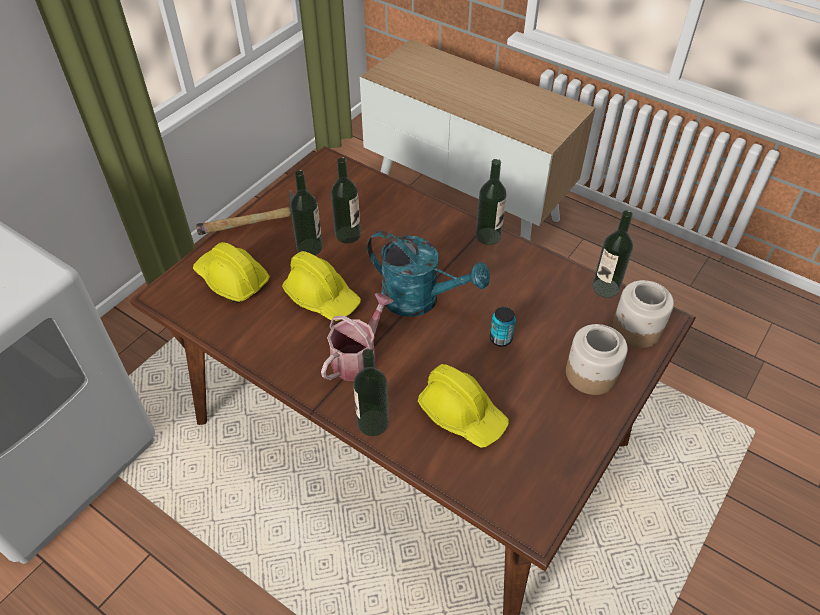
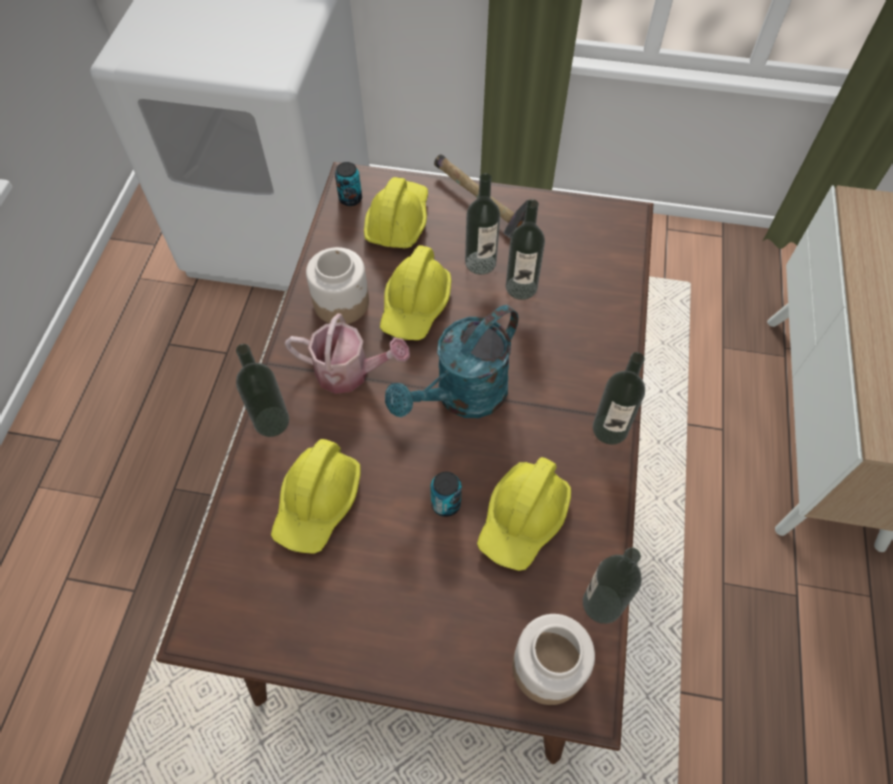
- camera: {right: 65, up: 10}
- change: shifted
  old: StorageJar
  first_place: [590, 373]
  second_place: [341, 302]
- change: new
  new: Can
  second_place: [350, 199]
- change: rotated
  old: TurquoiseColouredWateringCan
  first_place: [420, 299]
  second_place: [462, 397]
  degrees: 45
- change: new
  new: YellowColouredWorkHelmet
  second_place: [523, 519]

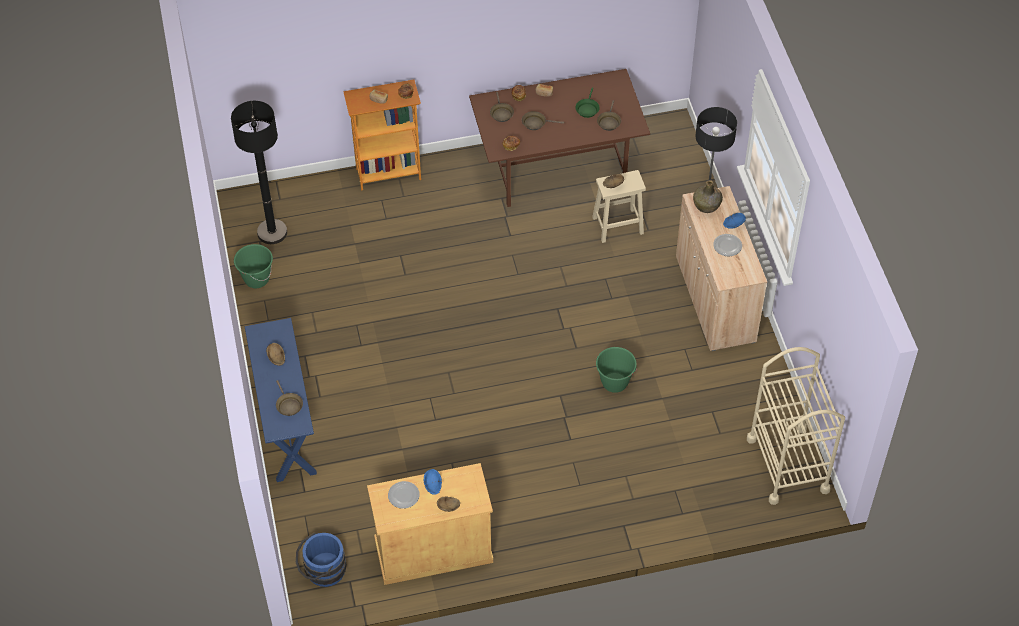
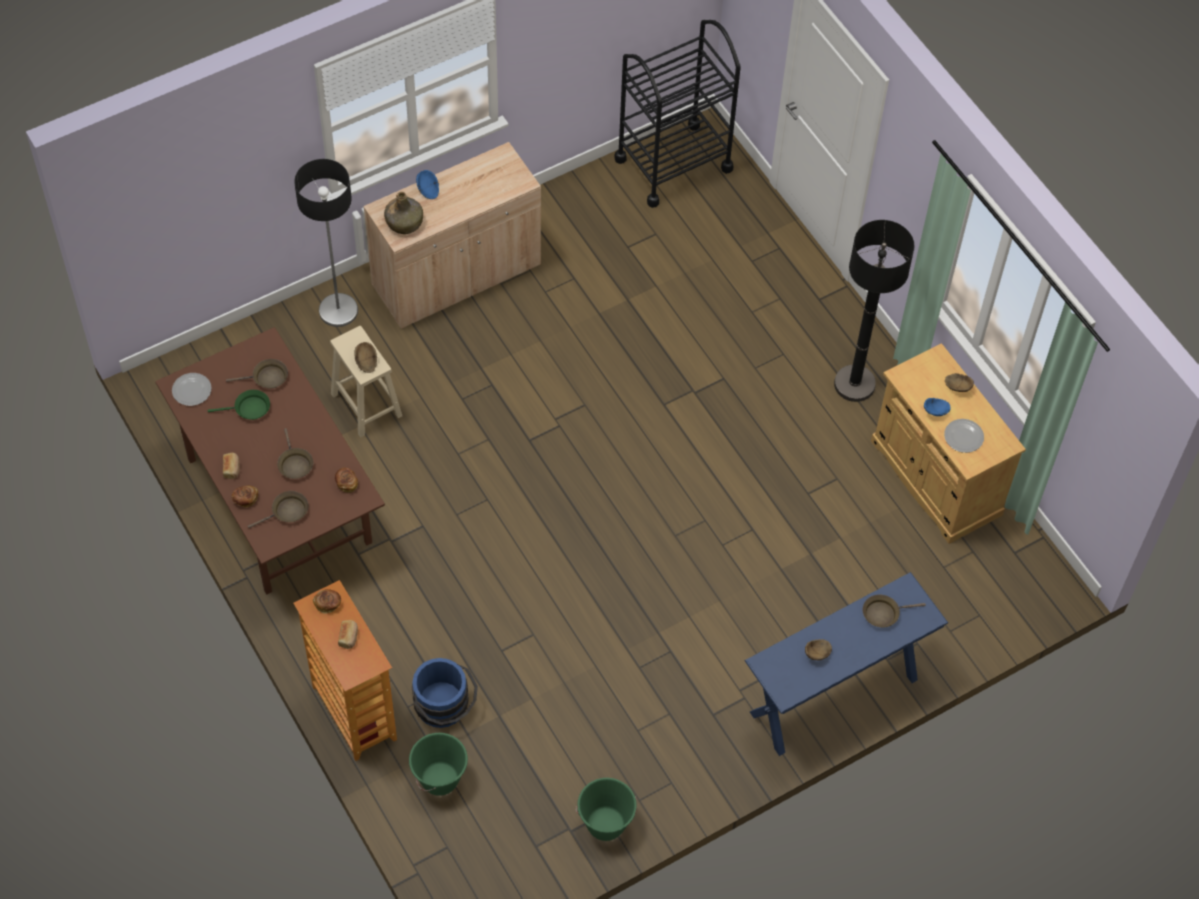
- camera: {right: -110, up: 5}
- change: shifted
  old: DinnerPlate
  first_place: [727, 246]
  second_place: [192, 391]
- change: shifted
  old: GreenPail
  first_place: [614, 382]
  second_place: [440, 779]
- change: shifted
  old: BlueColouredPail
  first_place: [322, 571]
  second_place: [444, 709]
- change: repainted
  old: BeigeTrolley
  new: BlackColouredTrolley
  first_place: [787, 464]
  second_place: [673, 164]
- change: shifted
  old: BlackColouredStandingLamp
  first_place: [272, 232]
  second_place: [854, 384]
- change: rotated
  old: BrownColouredFryingPan
  first_place: [288, 405]
  second_place: [883, 613]
  degrees: -150

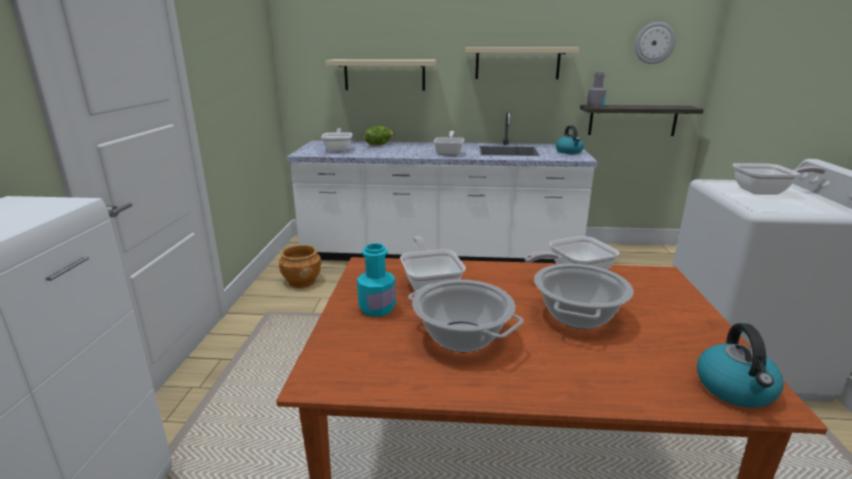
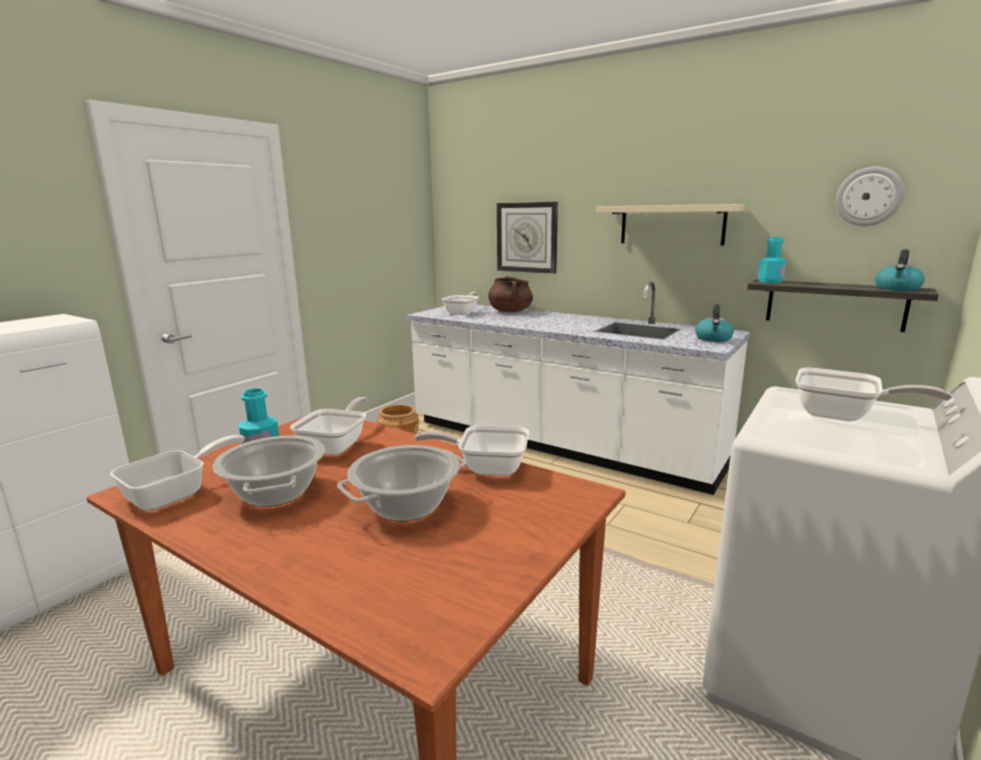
- camera: {right: 30, up: -5}
- change: shifted
  old: FryingPan
  first_place: [449, 152]
  second_place: [176, 493]
- change: swapped
  old: Lettuce
  new: BrownColouredCookingPot
  first_place: [379, 144]
  second_place: [510, 311]
- change: swapped
  old: BeigeShelf
  new: ClockOnTheWall
  first_place: [384, 75]
  second_place: [527, 237]
- change: repainted
  old: GreyBottle
  new: TurquoiseColouredBottle
  first_place: [595, 106]
  second_place: [770, 281]
- change: shifted
  old: WaterKettle
  first_place: [735, 389]
  second_place: [897, 288]

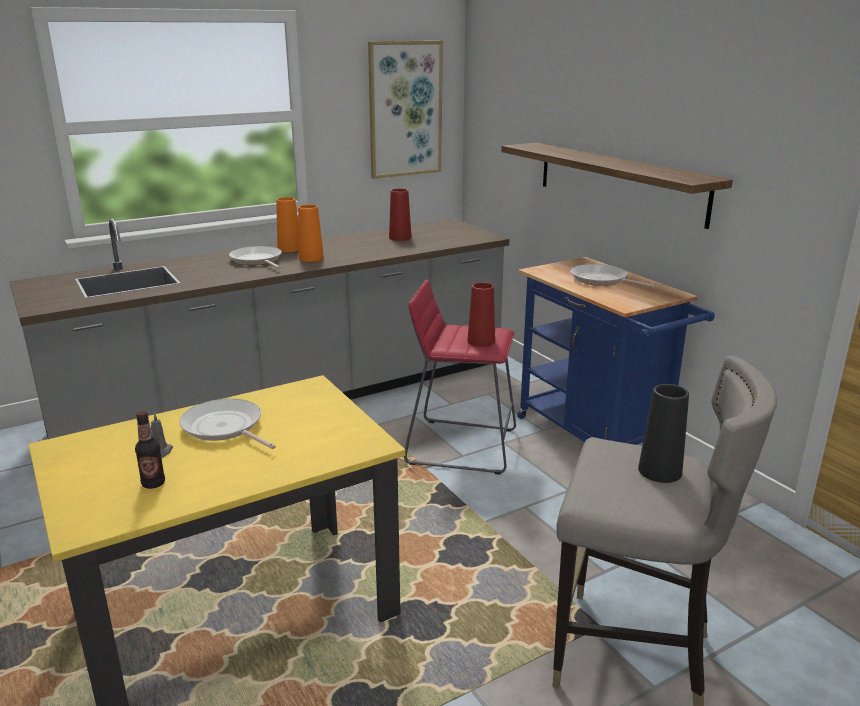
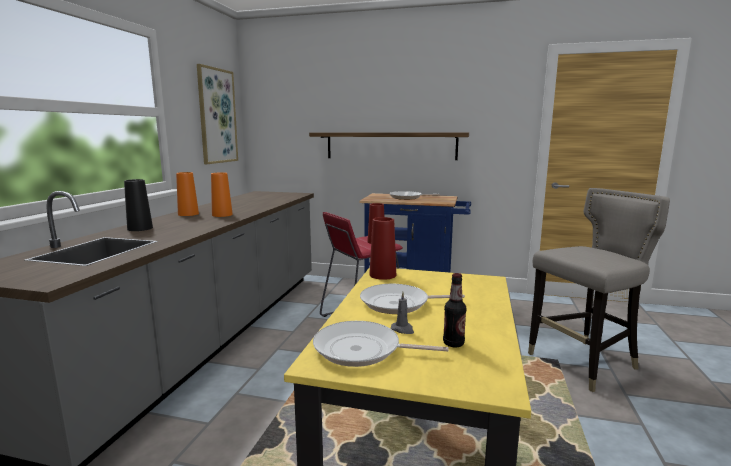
- camera: {right: -45, up: -10}
- change: shifted
  old: BlackColouredDecorativeVase
  first_place: [659, 471]
  second_place: [140, 228]
- change: shifted
  old: FryingPan
  first_place: [257, 260]
  second_place: [362, 350]
- change: shifted
  old: ReddishDecorativeVase
  first_place: [400, 237]
  second_place: [382, 275]

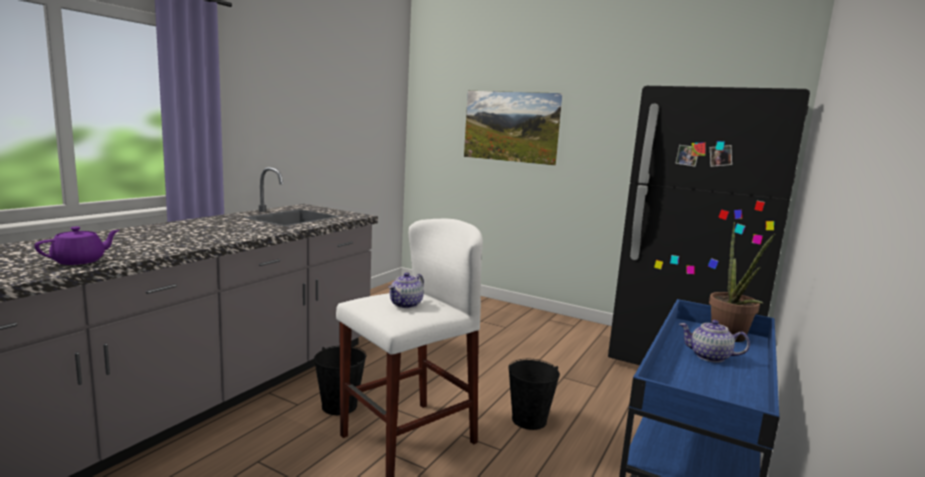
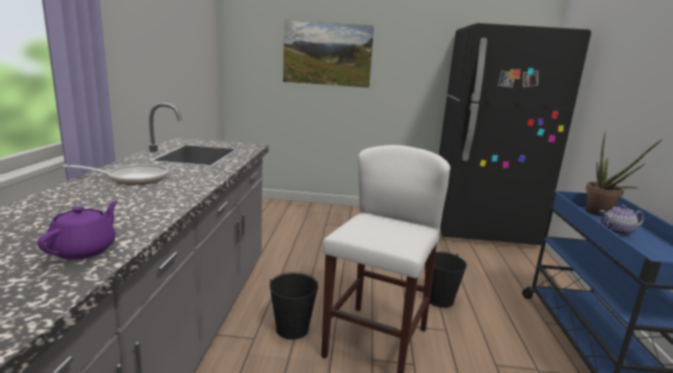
- camera: {right: -25, up: 5}
- change: new
  new: FryingPan
  second_place: [133, 179]
- change: gone
  old: PotForTea
  first_place: [406, 304]

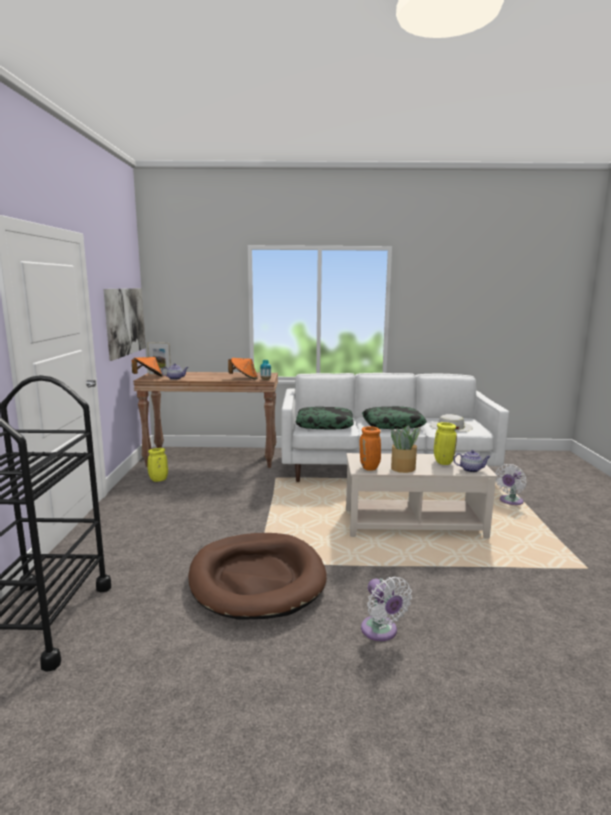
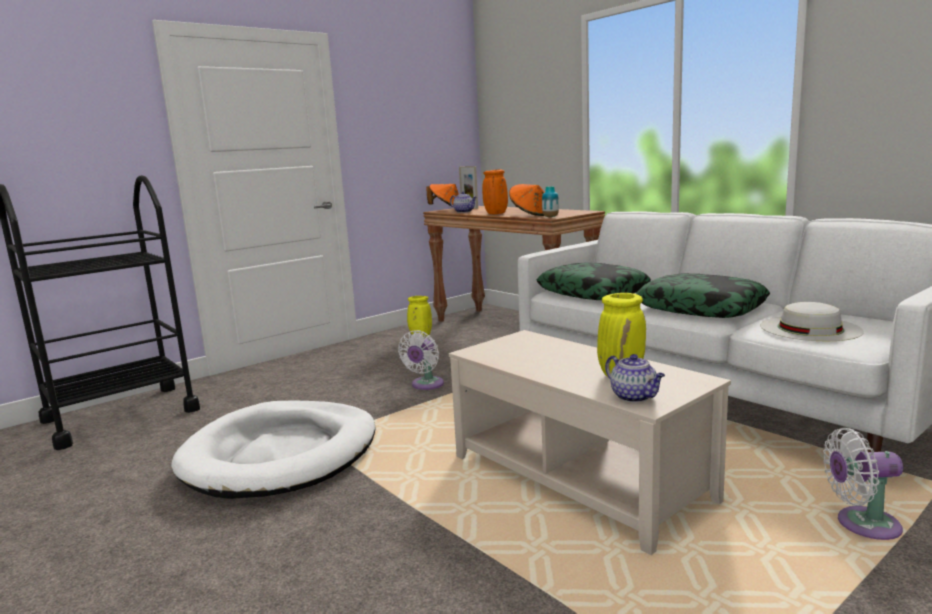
- camera: {right: 50, up: 0}
- change: repainted
  old: BrownColouredDogCushion
  new: WhiteDogCushion
  first_place: [257, 579]
  second_place: [281, 454]
- change: shifted
  old: WhiteElectricFan
  first_place: [381, 631]
  second_place: [425, 385]
- change: shifted
  old: OrangeyDecorativeVase
  first_place: [370, 468]
  second_place: [496, 214]
- change: gone
  old: Picture
  first_place: [125, 321]
- change: gone
  old: PottedPlant
  first_place: [403, 468]

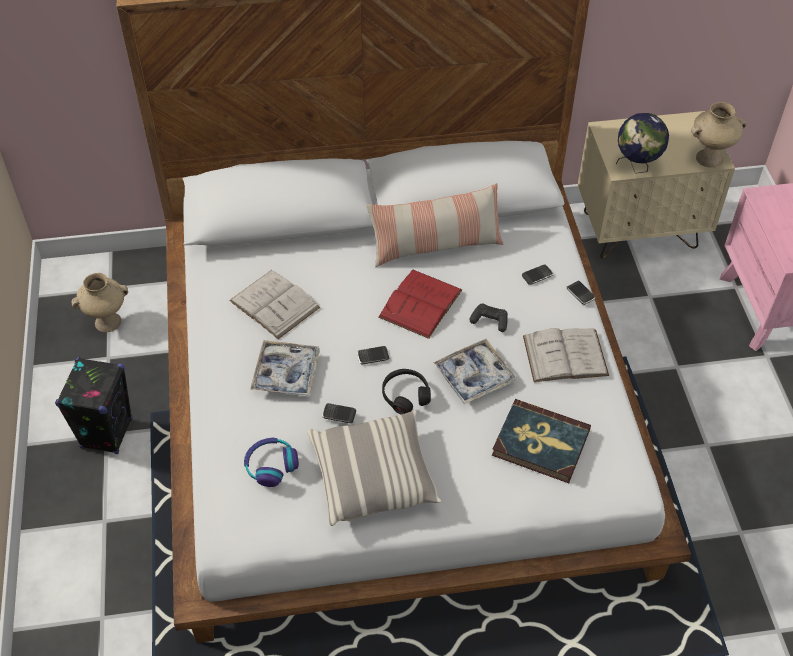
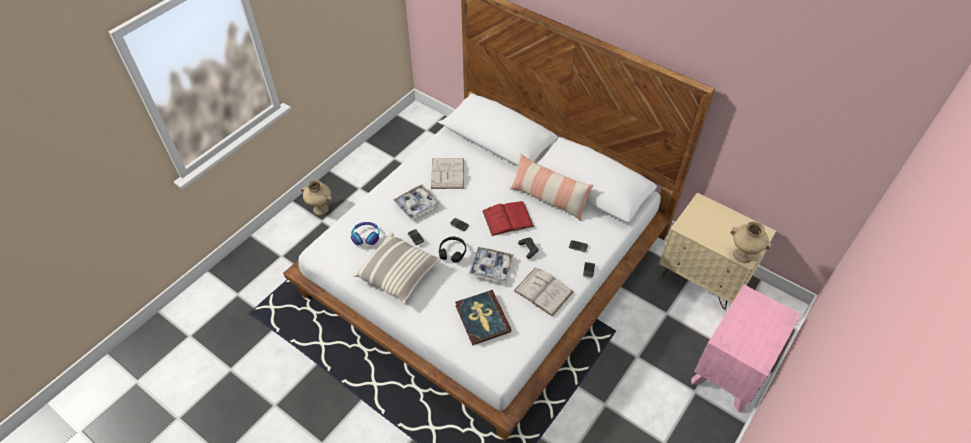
- camera: {right: 45, up: 0}
- change: shifted
  old: BeigeDecorativeVase
  first_place: [108, 321]
  second_place: [321, 209]
- change: gone
  old: BlackColouredAudioSpeaker
  first_place: [107, 433]
- change: gone
  old: DeskGlobe
  first_place: [636, 167]

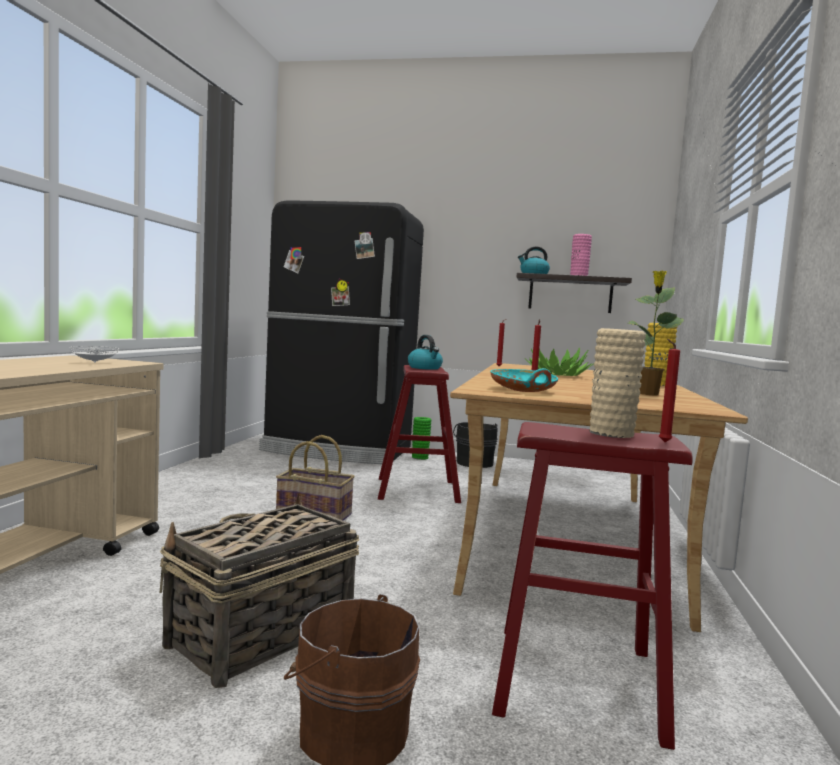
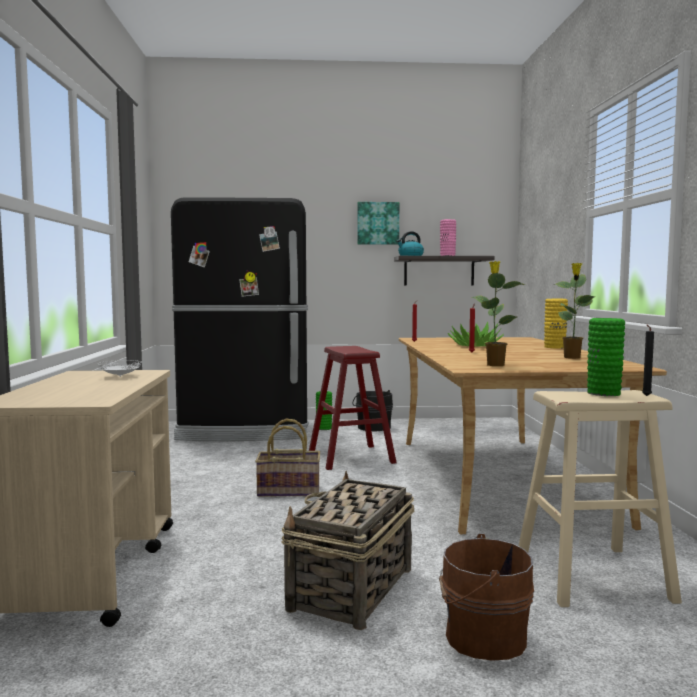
- camera: {right: -15, up: 0}
- change: new
  new: Picture
  second_place: [378, 223]
- change: swapped
  old: TurquoiseColouredDeepDish
  new: PottedPlant
  first_place: [523, 390]
  second_place: [494, 365]
- change: repainted
  old: ReddishSittingStool
  new: BeigeSittingStool
  first_place: [576, 680]
  second_place: [591, 575]
- change: repainted
  old: BeigeDecorativeVase
  new: GreenDecorativeVase
  first_place: [611, 433]
  second_place: [603, 393]
- change: repainted
  old: ReddishWaxCandle
  new: BlackColouredWaxCandle
  first_place: [663, 442]
  second_place: [645, 396]
- change: gone
  old: WaterKettle
  first_place: [425, 368]

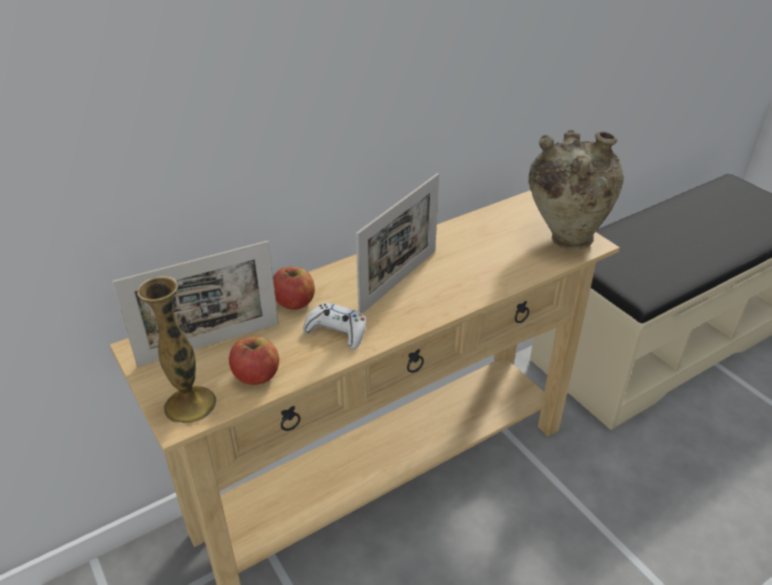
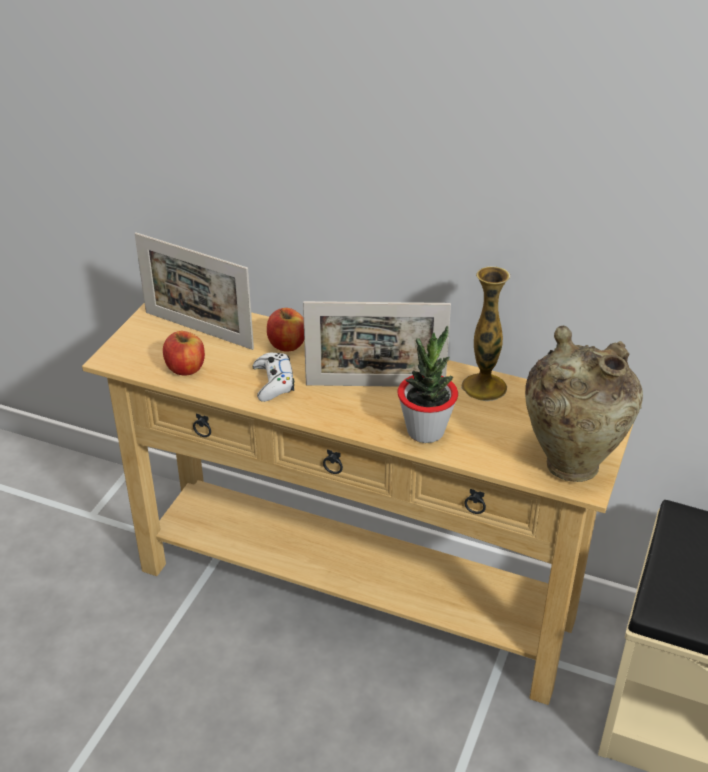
- camera: {right: 55, up: 0}
- change: new
  new: PottedPlant
  second_place: [425, 431]
- change: shifted
  old: DecorativeVase
  first_place: [190, 404]
  second_place: [484, 387]

